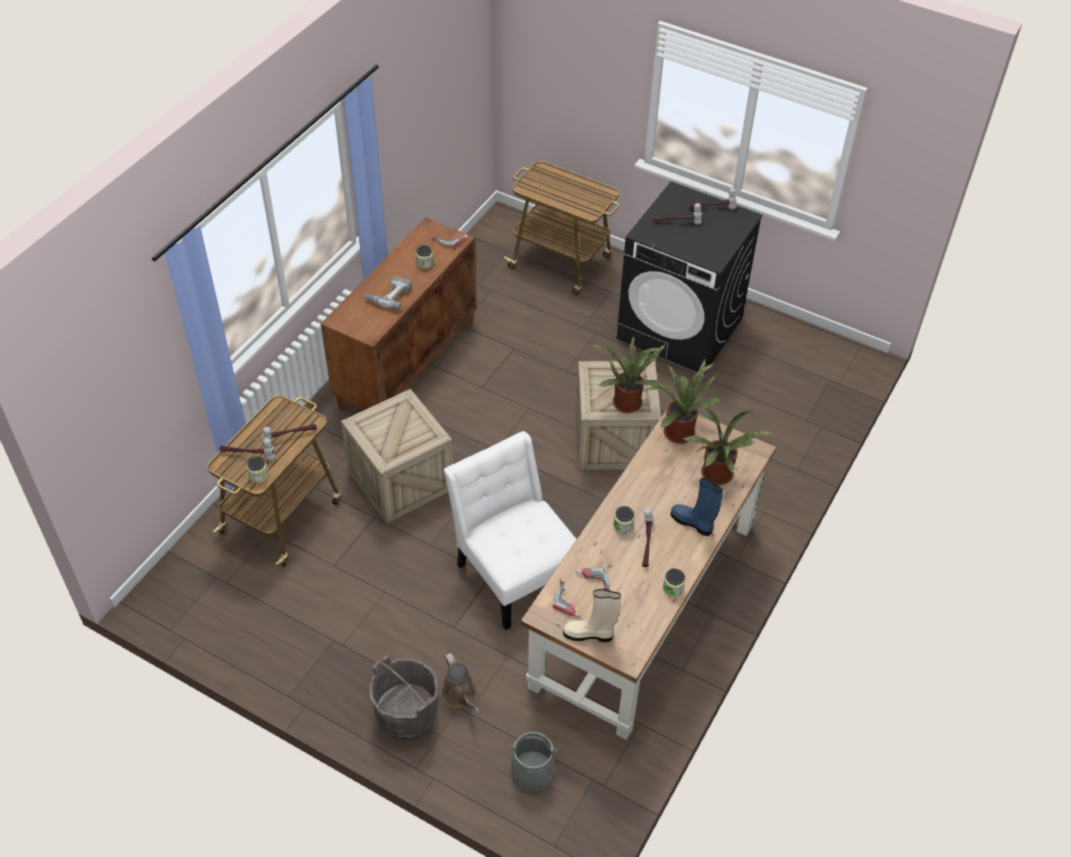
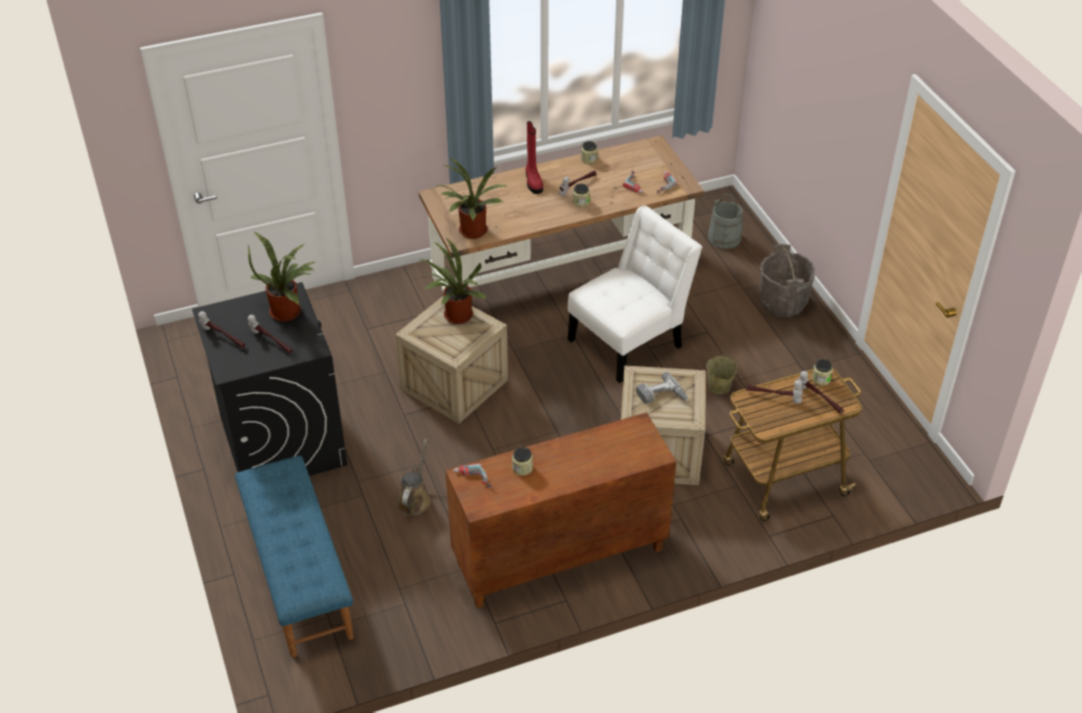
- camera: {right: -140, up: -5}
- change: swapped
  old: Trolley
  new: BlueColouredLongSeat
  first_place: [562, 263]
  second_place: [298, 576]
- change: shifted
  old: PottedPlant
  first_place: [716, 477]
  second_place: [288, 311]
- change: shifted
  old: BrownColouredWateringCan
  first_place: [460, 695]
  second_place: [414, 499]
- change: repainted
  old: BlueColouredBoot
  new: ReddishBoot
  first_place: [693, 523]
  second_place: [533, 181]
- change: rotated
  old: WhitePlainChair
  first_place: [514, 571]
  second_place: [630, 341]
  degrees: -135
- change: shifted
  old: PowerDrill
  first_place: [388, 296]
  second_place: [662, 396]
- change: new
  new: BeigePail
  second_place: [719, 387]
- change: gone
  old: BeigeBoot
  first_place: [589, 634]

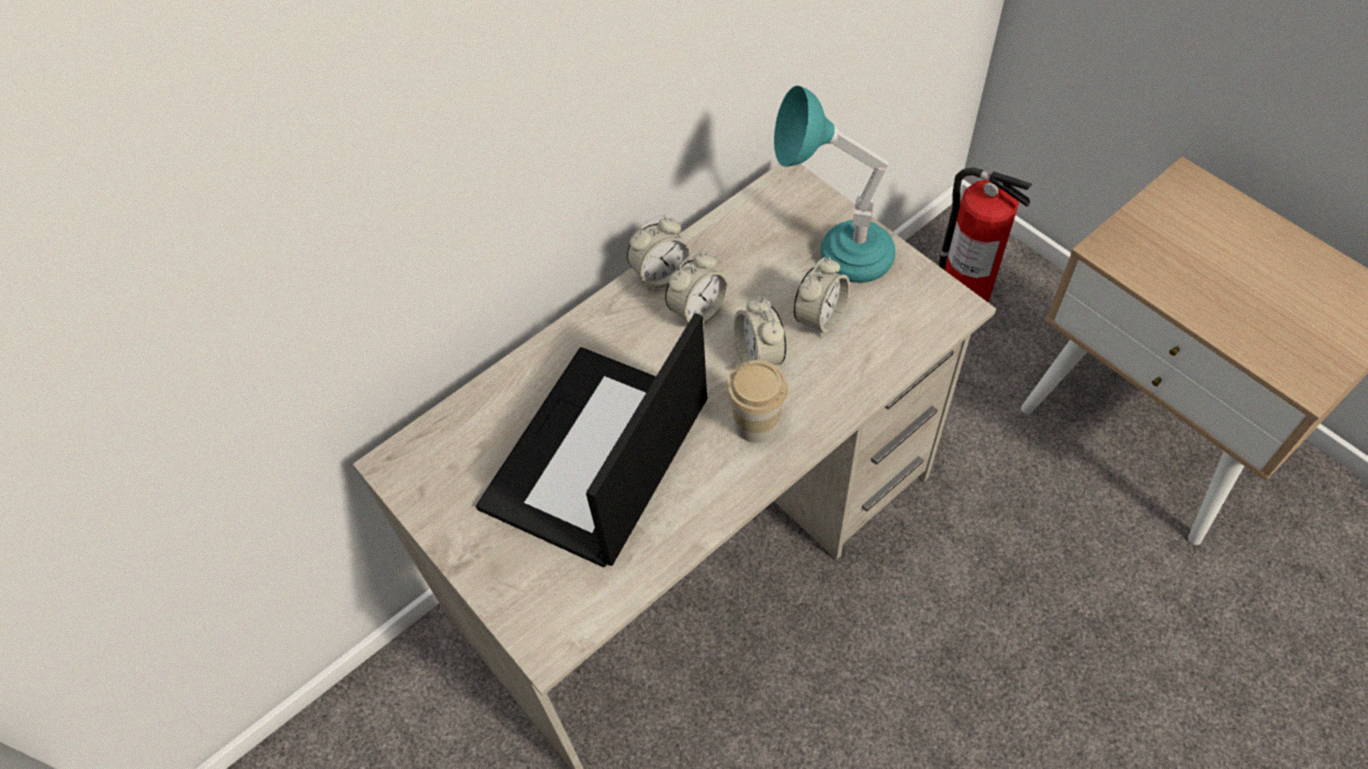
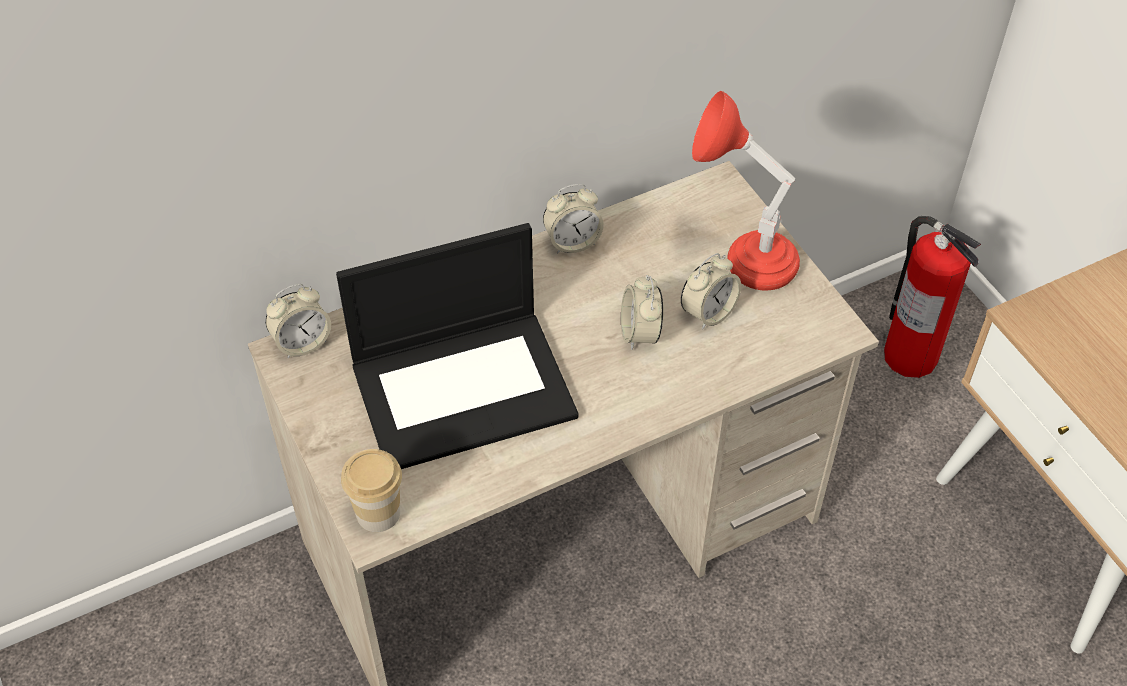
- camera: {right: 10, up: -5}
- change: shifted
  old: BedsideClock
  first_place: [697, 311]
  second_place: [302, 342]
- change: rotated
  old: NotebookComputer
  first_place: [597, 458]
  second_place: [465, 387]
  degrees: -150
- change: shifted
  old: DrinkingCup
  first_place: [756, 424]
  second_place: [378, 513]
- change: repainted
  old: TurquoiseColouredLampForATable
  new: ReddishLampForATable
  first_place: [834, 254]
  second_place: [741, 259]

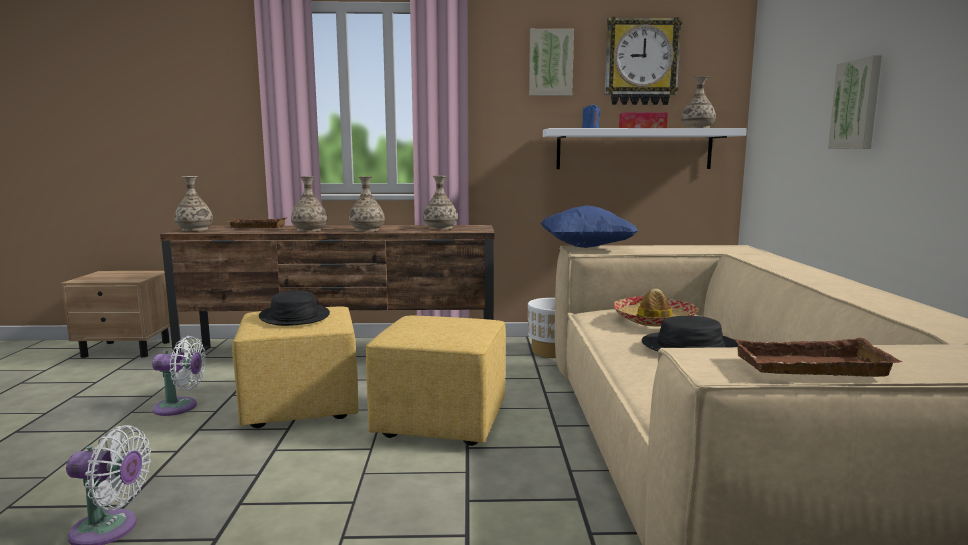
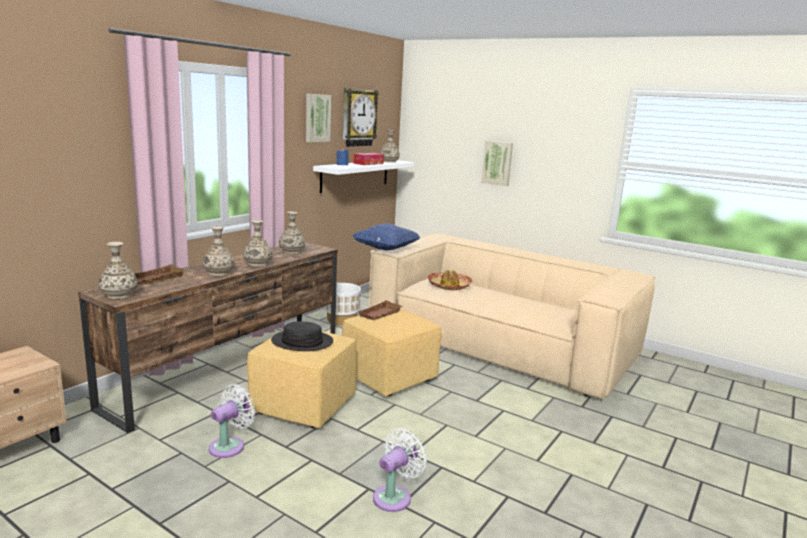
- camera: {right: -55, up: 5}
- change: shifted
  old: BrownColouredCarryingTray
  first_place: [810, 368]
  second_place: [380, 314]
- change: gone
  old: BlackColouredHat
  first_place: [690, 346]

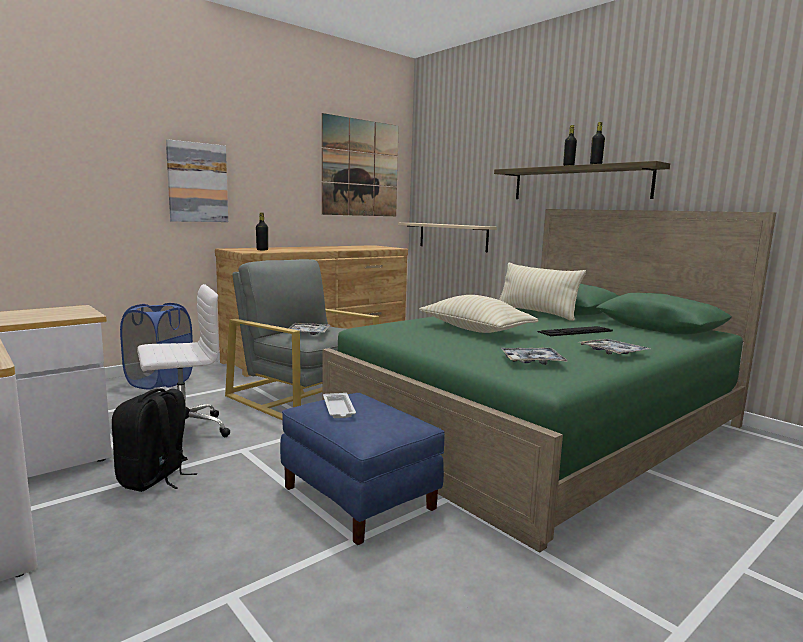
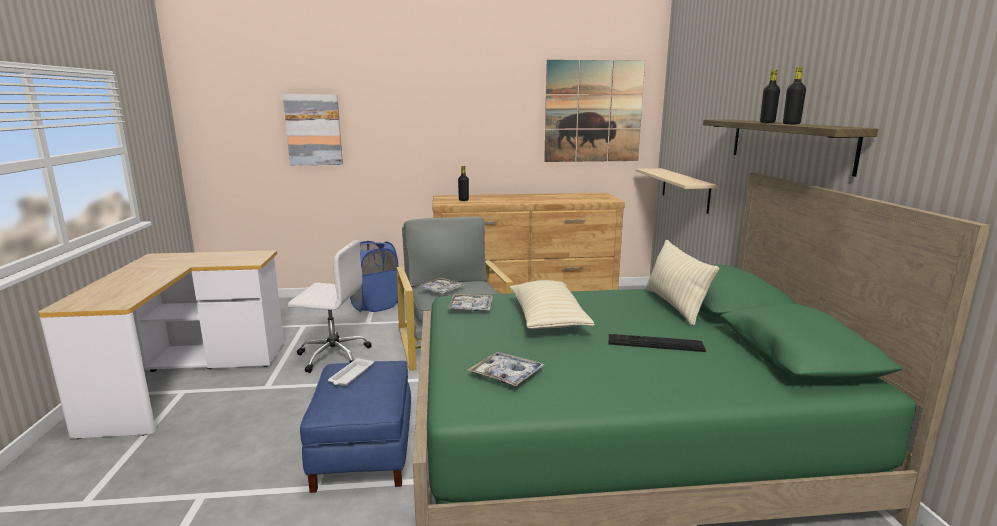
- camera: {right: 35, up: 5}
- change: shifted
  old: Picture
  first_place: [197, 182]
  second_place: [313, 130]
- change: shifted
  old: CarryingTray
  first_place: [612, 353]
  second_place: [471, 308]
- change: gone
  old: BlackColouredKnapsack
  first_place: [155, 478]

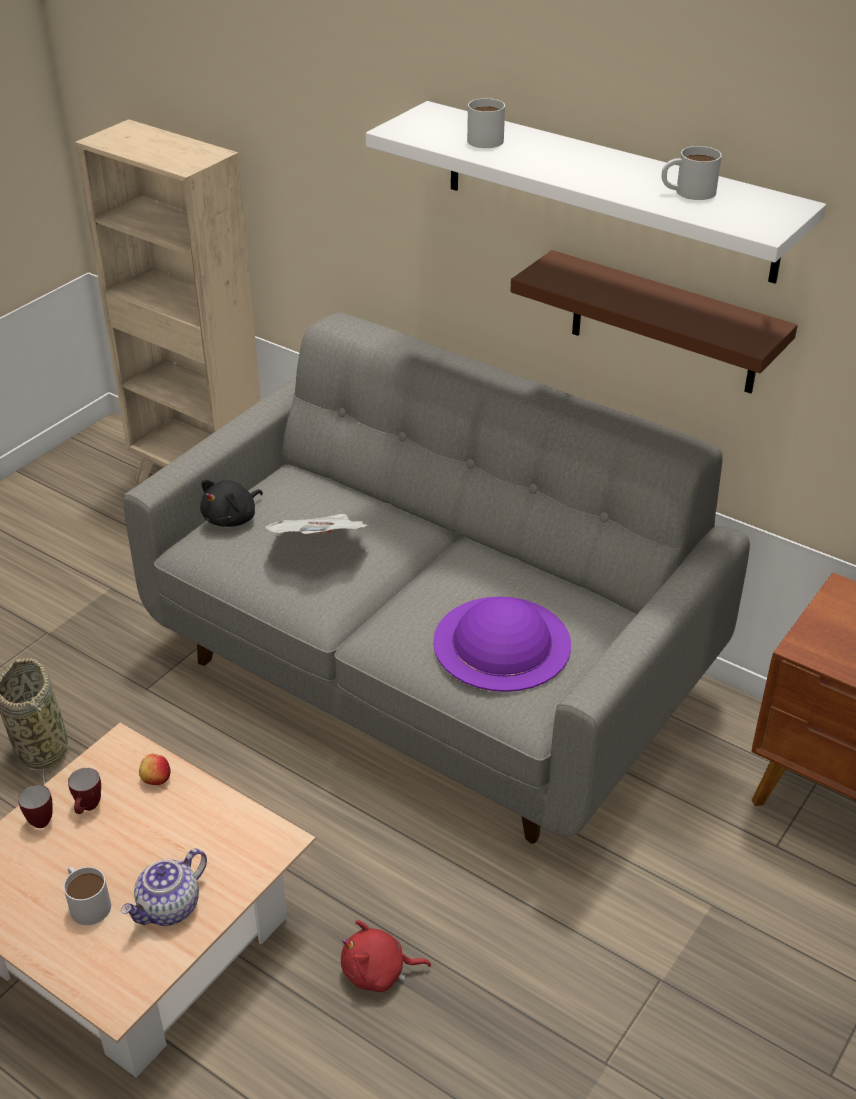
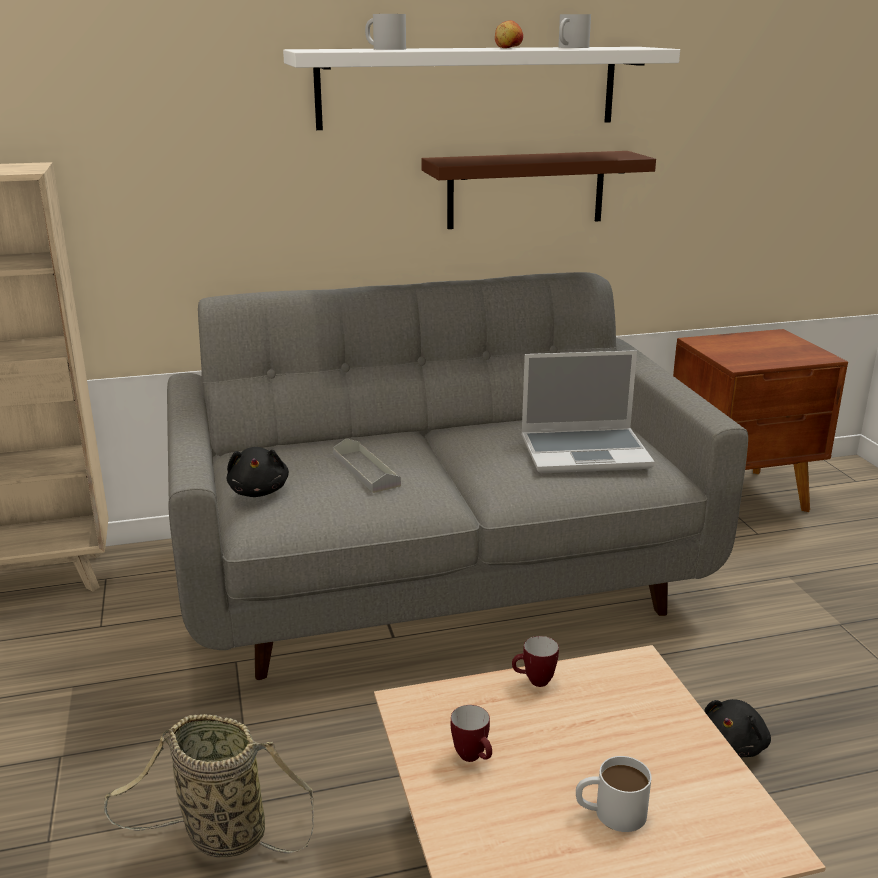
- camera: {right: -50, up: -15}
- change: swapped
  old: PrintedPaper
  new: GreyCarryingTray
  first_place: [320, 546]
  second_place: [366, 470]
- change: shifted
  old: AppleFruit
  first_place: [156, 779]
  second_place: [508, 48]
- change: shifted
  old: Mug
  first_place: [38, 819]
  second_place: [534, 682]
- change: swapped
  old: PurpleHat
  new: NotebookComputer
  first_place: [501, 642]
  second_place: [586, 452]
- change: repainted
  old: ReddishCuddlyToy
  new: BlackColouredCuddlyToy
  first_place: [378, 972]
  second_place: [734, 745]
- change: gone
  old: PotForTea
  first_place: [169, 908]

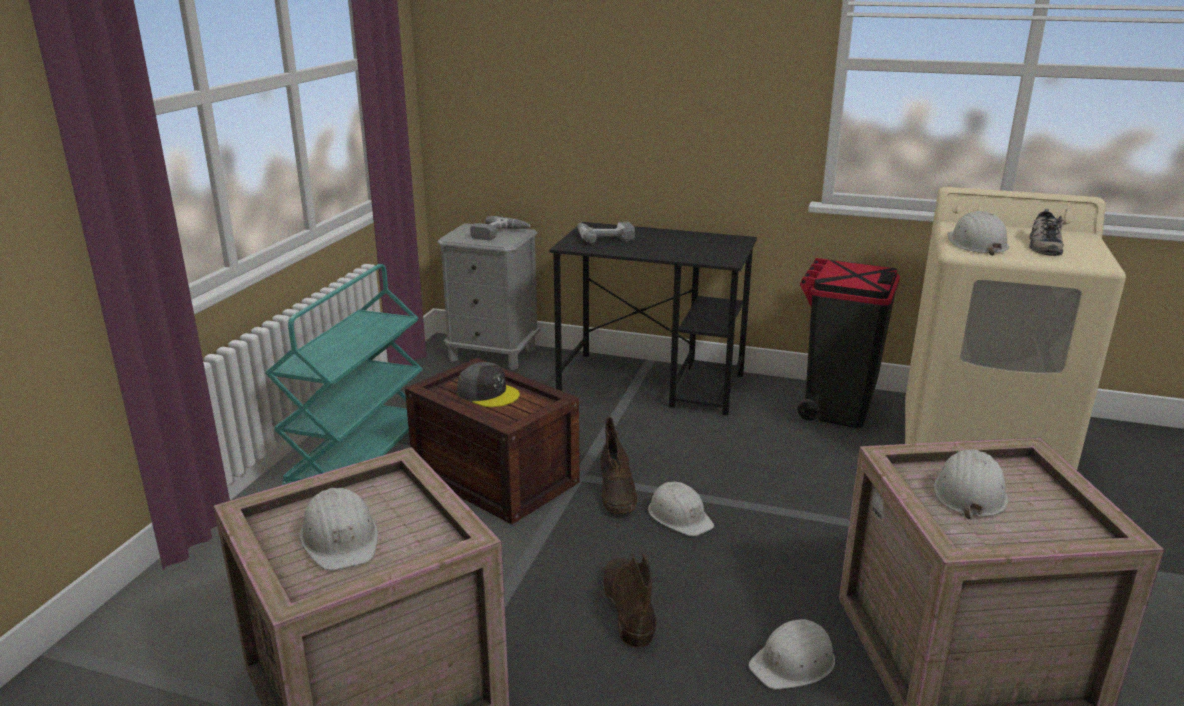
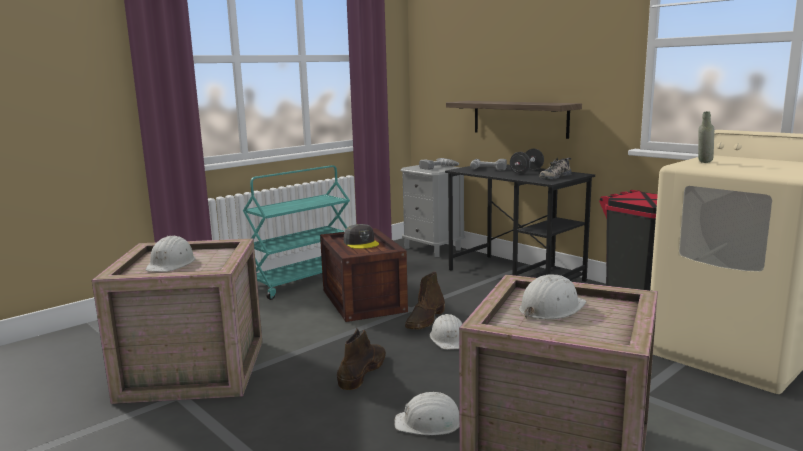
- camera: {right: 30, up: -10}
- change: new
  new: Shelf
  second_place: [519, 118]
- change: new
  new: BlackColouredHandWeight
  second_place: [526, 171]
- change: shifted
  old: Shoe
  first_place: [1043, 245]
  second_place: [554, 176]
- change: swapped
  old: WhiteWorkHelmet
  new: GreyBottle
  first_place: [976, 244]
  second_place: [704, 163]

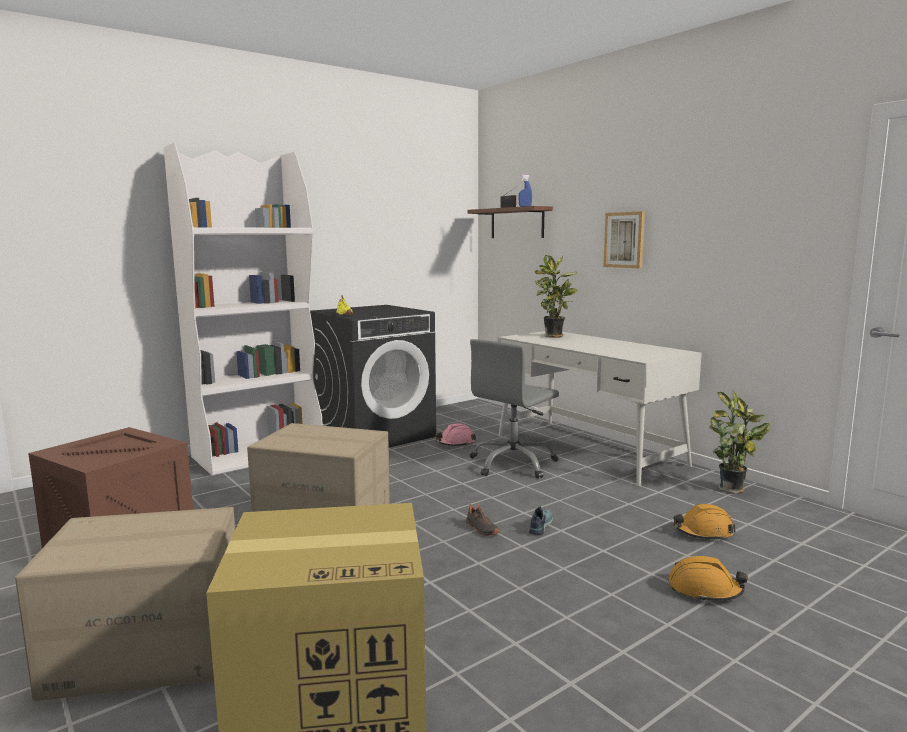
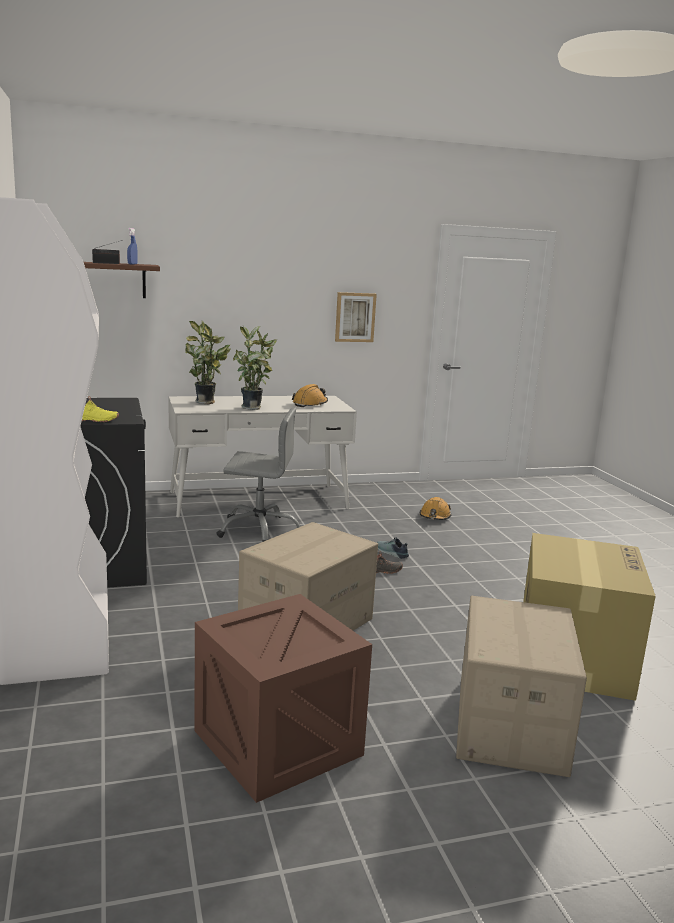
- camera: {right: -70, up: 5}
- change: rotated
  old: GreyOfficeChair
  first_place: [513, 464]
  second_place: [259, 530]
  degrees: -60
- change: shifted
  old: PottedPlant
  first_place: [734, 490]
  second_place: [253, 408]
- change: shifted
  old: OrangeyWorkHelmet
  first_place: [704, 590]
  second_place: [310, 404]
- change: shifted
  old: Picture
  first_place: [624, 240]
  second_place: [355, 317]
- change: gone
  old: PinkColouredWorkHelmet
  first_place: [455, 443]

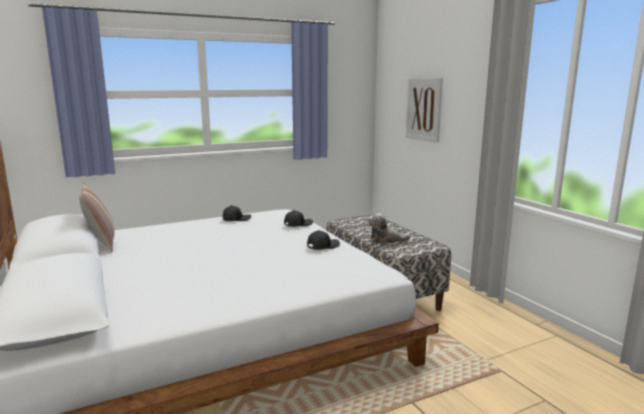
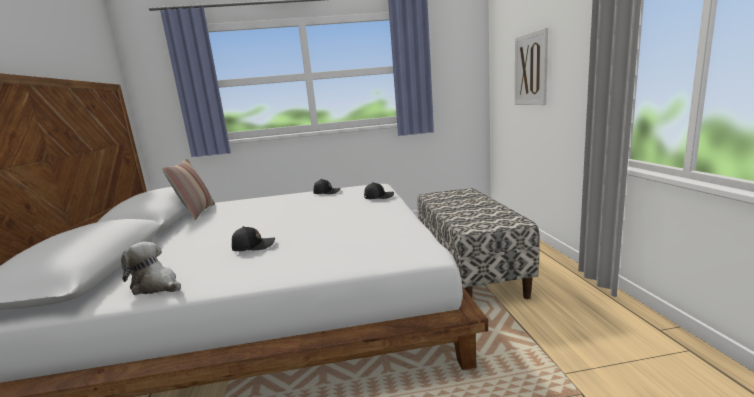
- camera: {right: 20, up: 0}
- change: shifted
  old: CuddlyToy
  first_place: [385, 240]
  second_place: [156, 286]
- change: shifted
  old: BlackColouredPeakedCap
  first_place: [322, 246]
  second_place: [253, 246]

